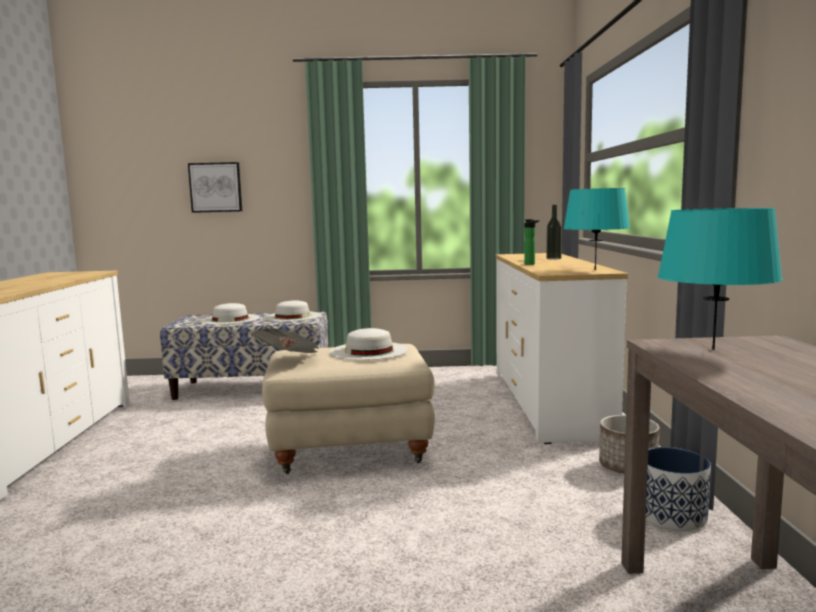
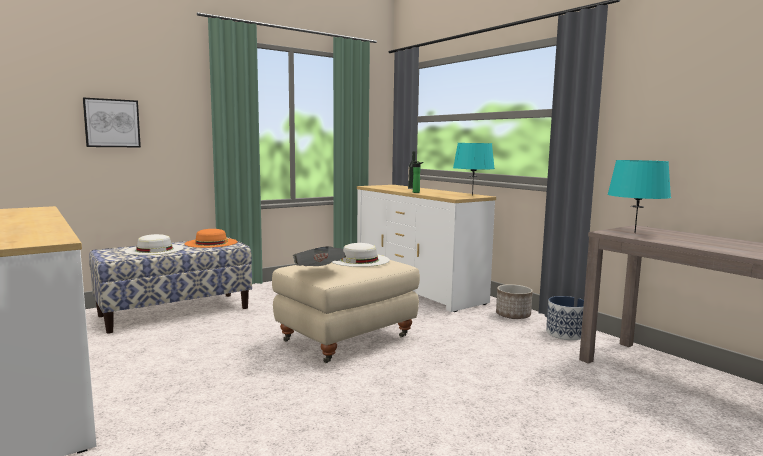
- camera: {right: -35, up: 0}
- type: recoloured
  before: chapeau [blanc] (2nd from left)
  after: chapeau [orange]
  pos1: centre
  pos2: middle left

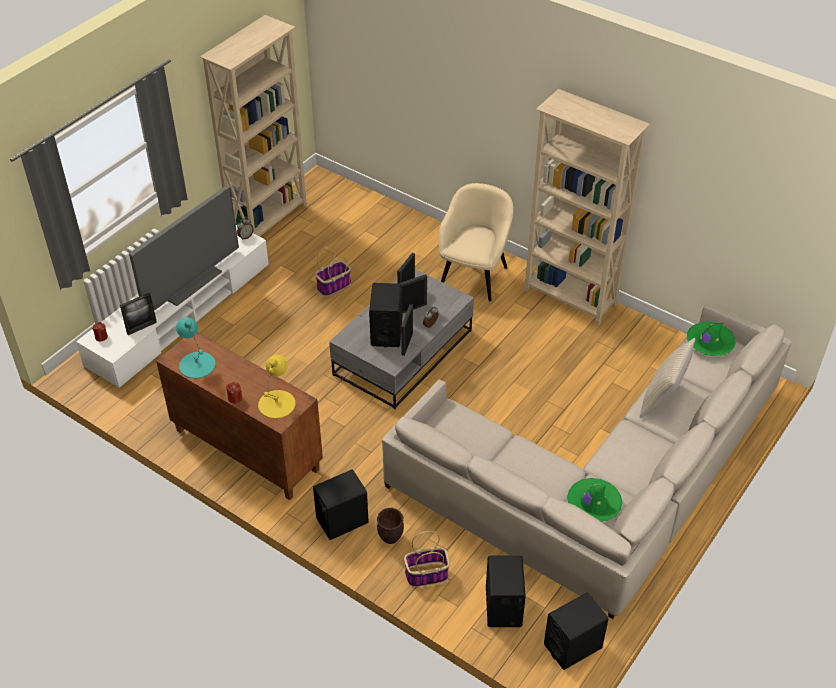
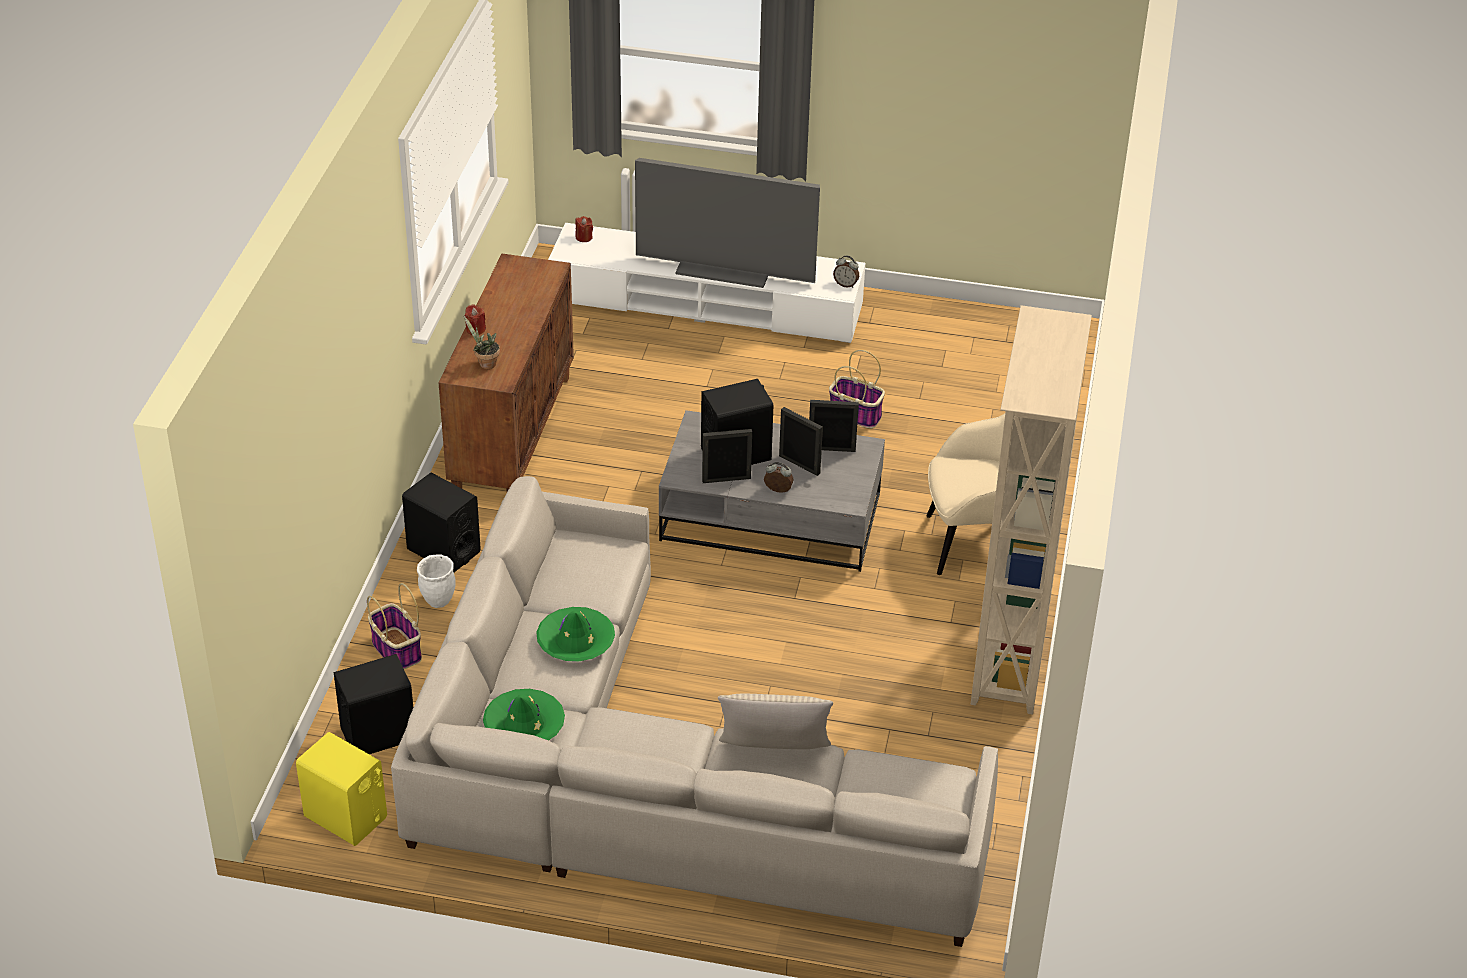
- camera: {right: 65, up: -5}
- type: recoloured
  before: enceinte [noir] (4th from left)
  after: enceinte [jaune]
  pos1: bottom right
  pos2: bottom left
- type: recoloured
  before: cache-pot [marron]
  after: cache-pot [blanc]
  pos1: bottom centre
  pos2: middle left
- type: replaced
  before: lampe de table [jaune]
  after: plante en pot
  pos1: middle left
  pos2: middle left
- type: moved
  before: chapeau [vert] (2nd from left)
  pos1: middle right
  pos2: centre
- type: removed
  before: cadre photo (1st from left)
  pos1: middle left
- type: removed
  before: lampe de table [turquoise]
  pos1: middle left
- type: removed
  before: bibliothèque [beige] (1st from left)
  pos1: top left

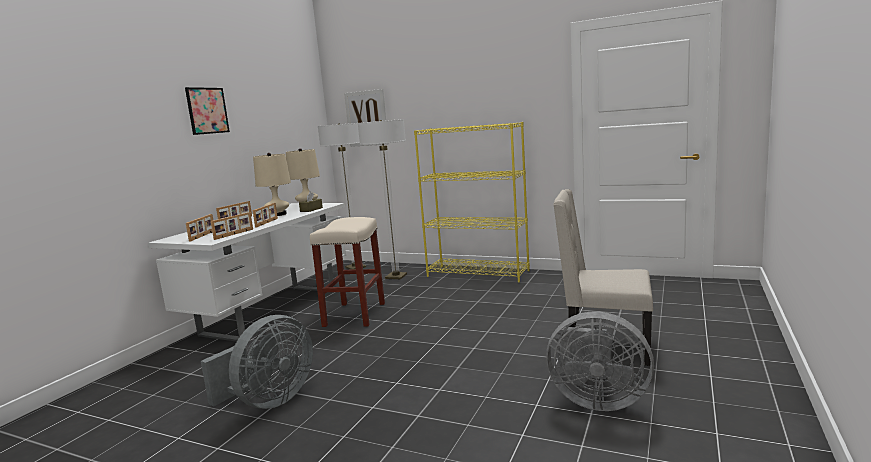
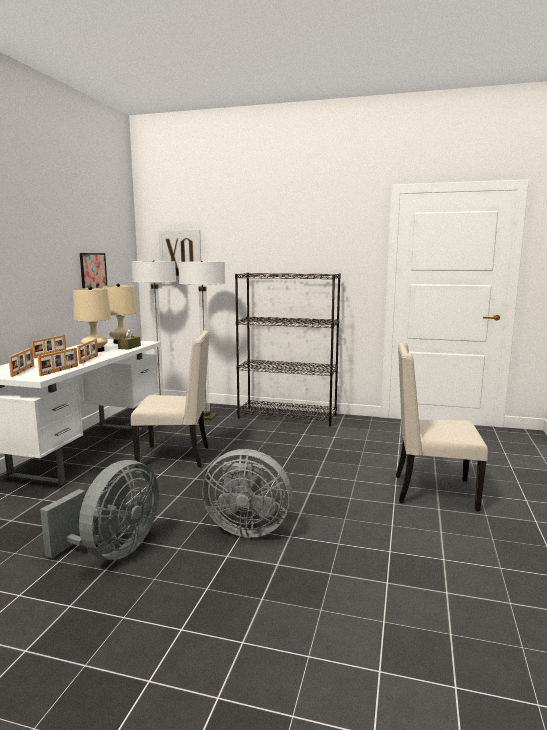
- camera: {right: -10, up: 0}
- type: moved
  before: tableau (1st from left)
  pos1: top left
  pos2: middle left
- type: replaced
  before: tabouret [beige]
  after: chaise [beige] (1st from left)
  pos1: centre
  pos2: middle left
- type: moved
  before: ventilateur [gris] (2nd from left)
  pos1: bottom right
  pos2: bottom centre
- type: recoloured
  before: bibliothèque [jaune]
  after: bibliothèque [noir]
  pos1: centre
  pos2: centre

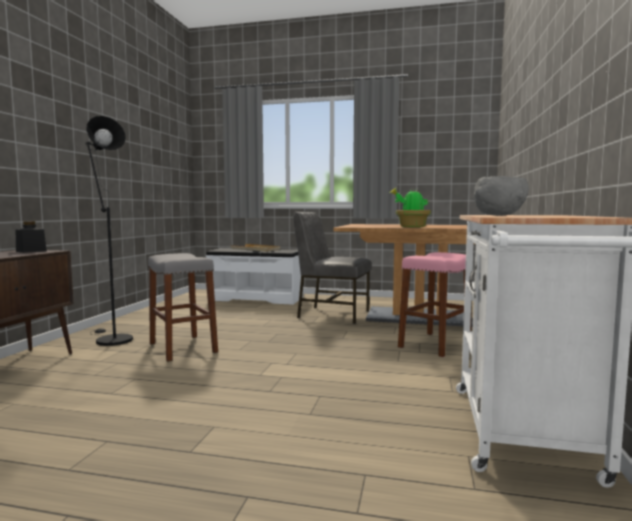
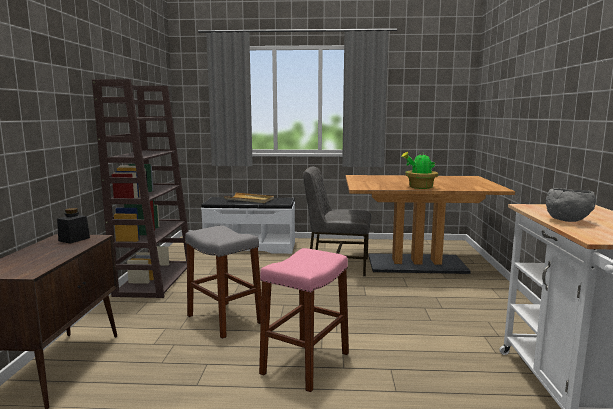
- camera: {right: -10, up: 5}
- type: added
  after: bibliothèque [marron]
  pos2: middle left
- type: moved
  before: tabouret [rose]
  pos1: middle right
  pos2: bottom centre
- type: removed
  before: lampadaire [noir]
  pos1: middle left

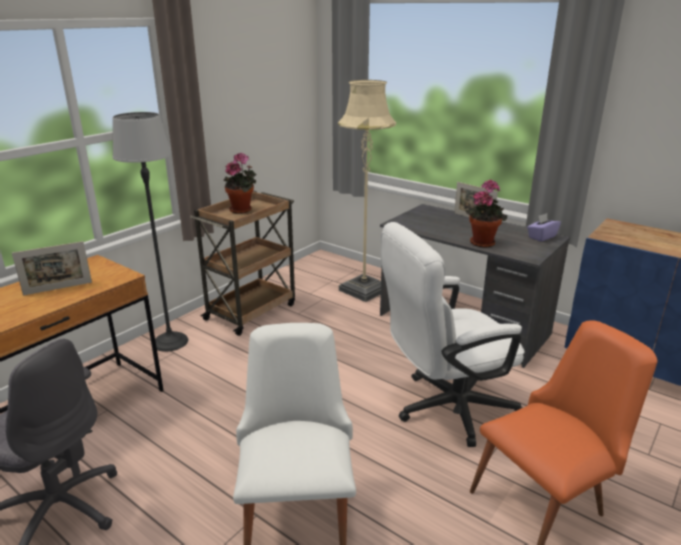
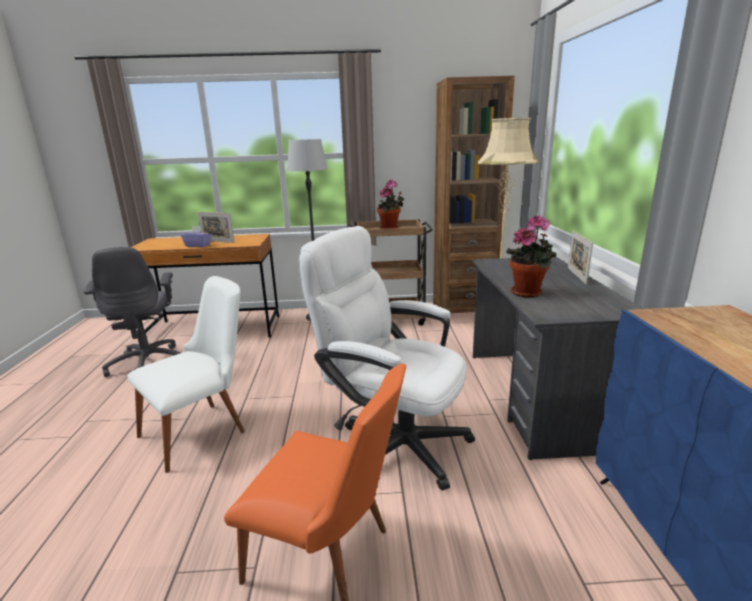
- camera: {right: 50, up: -5}
- type: moved
  before: boîte à mouchoirs [violet]
  pos1: middle right
  pos2: middle left
- type: added
  after: bibliothèque [marron]
  pos2: top centre

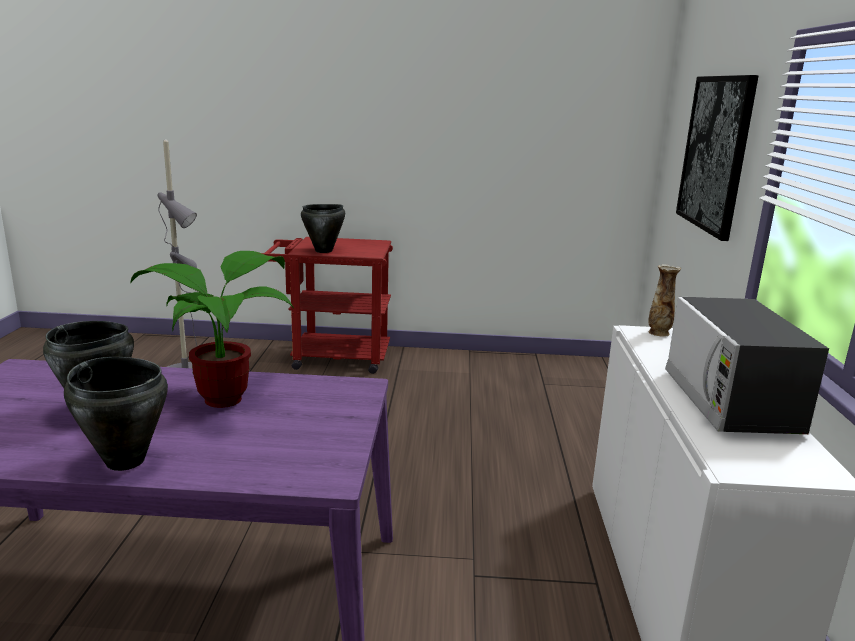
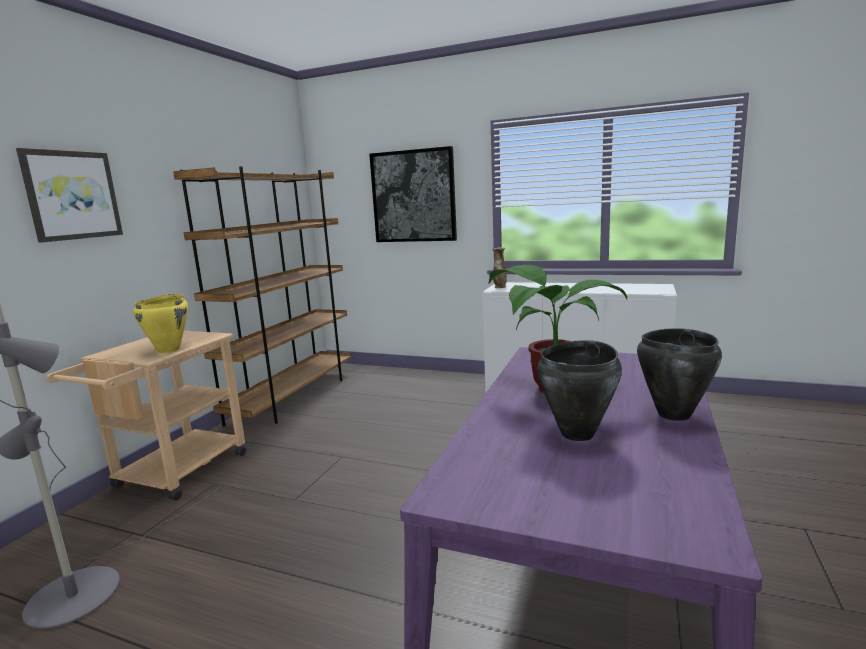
- camera: {right: -70, up: -5}
- type: added
  after: tableau (1st from left)
  pos2: top left
- type: recoloured
  before: chariot [rouge]
  after: chariot [beige]
  pos1: centre
  pos2: middle left
- type: recoloured
  before: marmite [noir] (3rd from left)
  after: marmite [jaune]
  pos1: centre
  pos2: middle left
- type: added
  after: bibliothèque [marron]
  pos2: middle left
- type: removed
  before: micro-ondes
  pos1: middle right

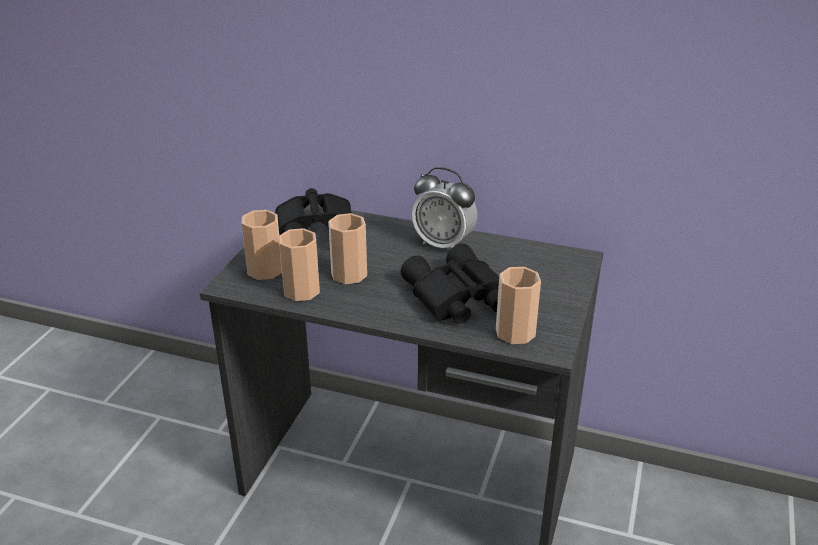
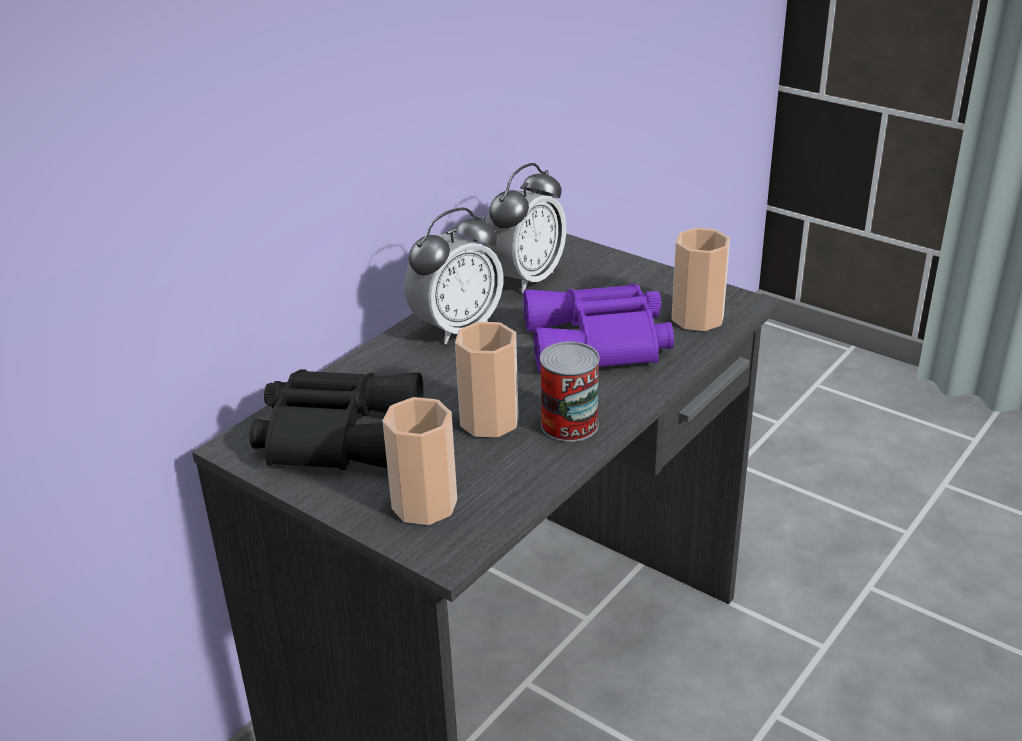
- camera: {right: -70, up: 0}
- type: added
  after: réveil (2nd from left)
  pos2: top centre
- type: recoloured
  before: jumelles [noir] (2nd from left)
  after: jumelles [violet]
  pos1: centre
  pos2: centre
- type: added
  after: boîte métallique
  pos2: centre
- type: removed
  before: tasse (2nd from left)
  pos1: centre

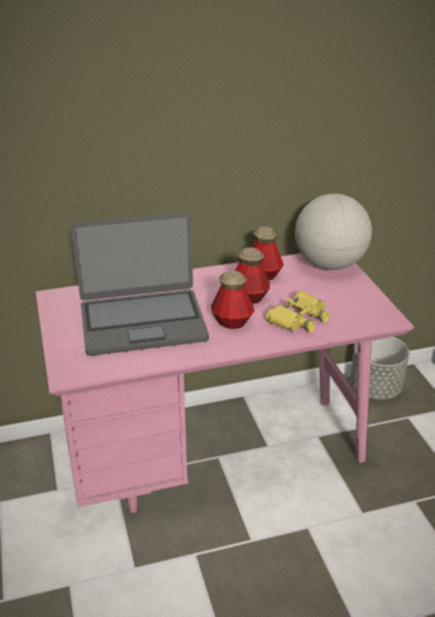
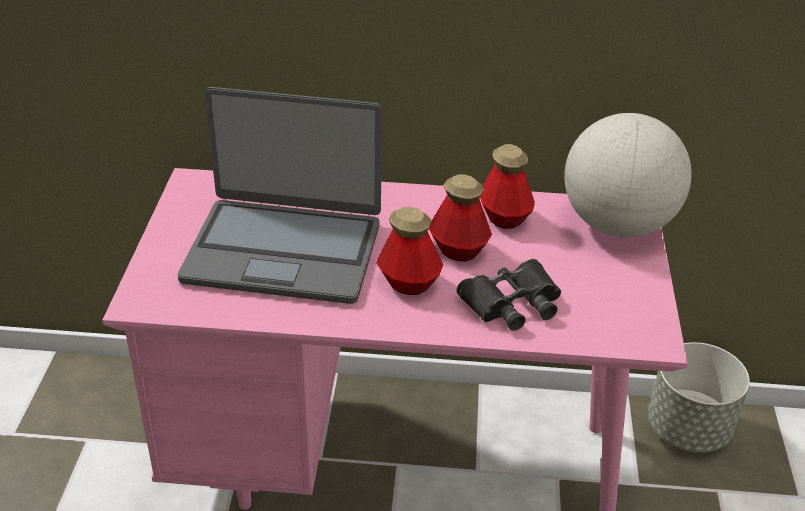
- camera: {right: 20, up: 5}
- type: recoloured
  before: jumelles [jaune]
  after: jumelles [noir]
  pos1: middle right
  pos2: centre

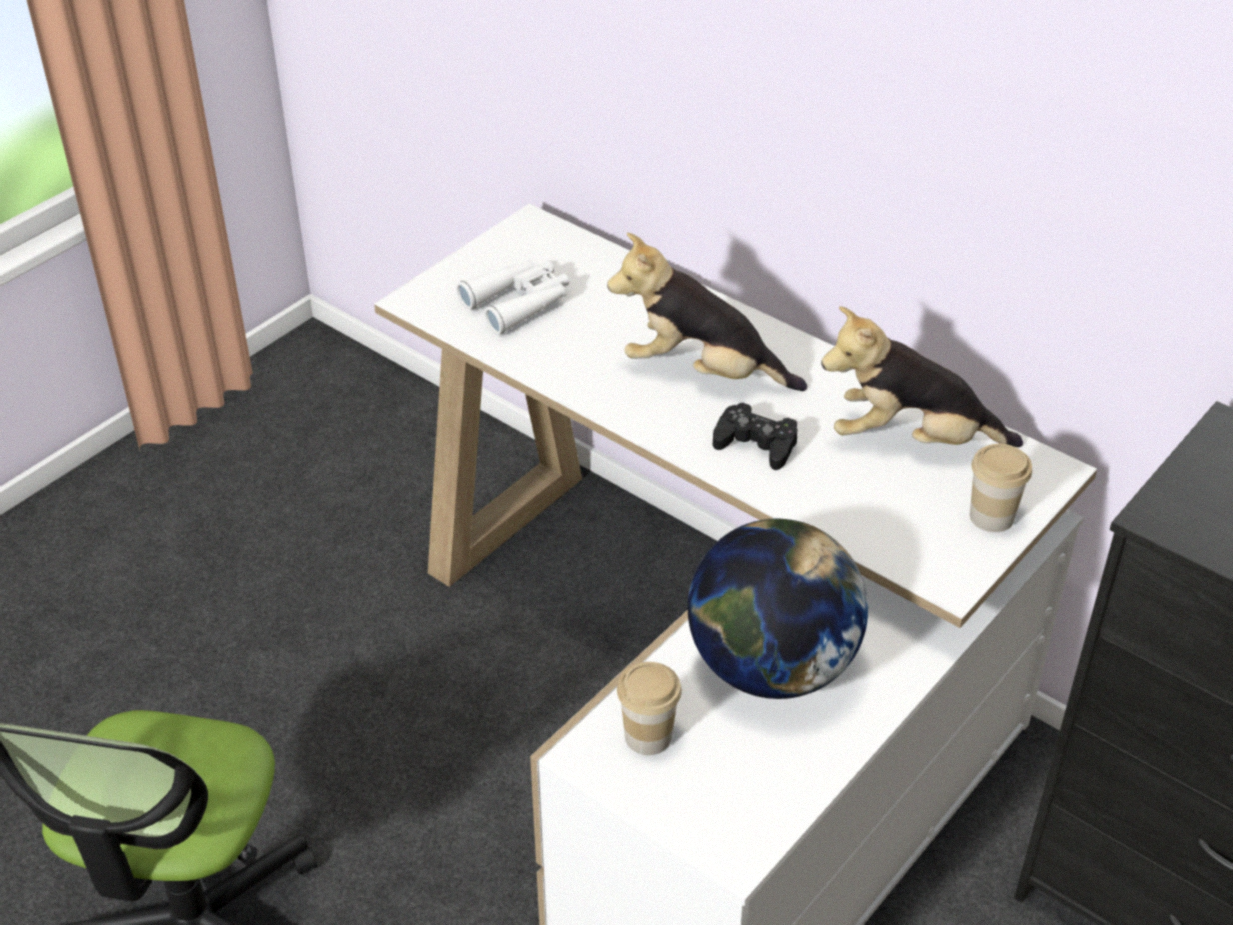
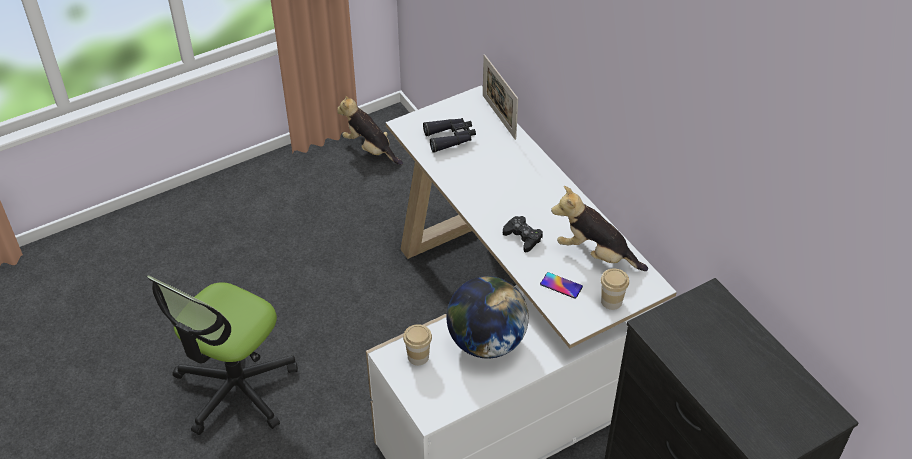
- camera: {right: 20, up: 5}
- type: moved
  before: peluche (1st from left)
  pos1: centre
  pos2: top centre
- type: recoloured
  before: jumelles [blanc]
  after: jumelles [noir]
  pos1: top centre
  pos2: top centre
- type: added
  after: cadre photo
  pos2: top centre
- type: added
  after: téléphone
  pos2: centre

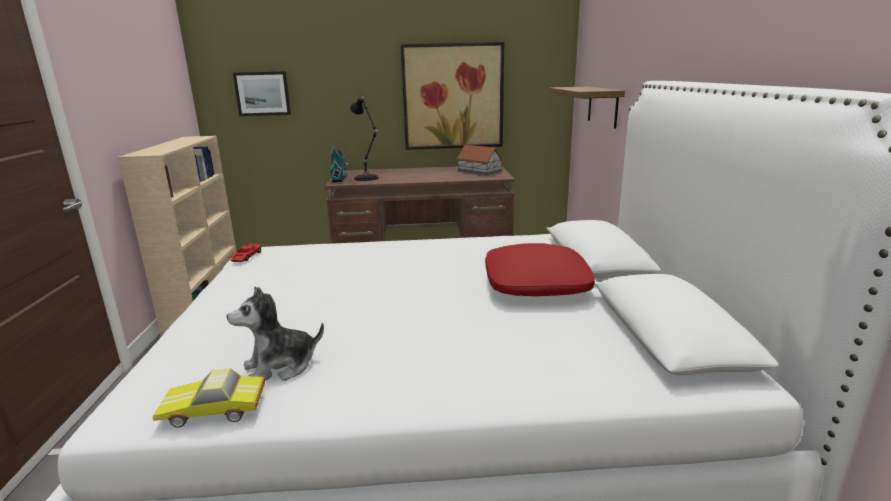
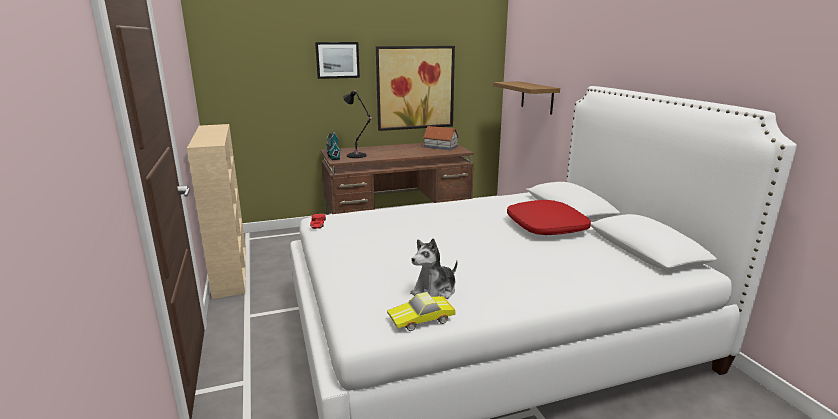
- camera: {right: -15, up: 0}
- type: moved
  before: tableau (1st from left)
  pos1: top left
  pos2: top centre

